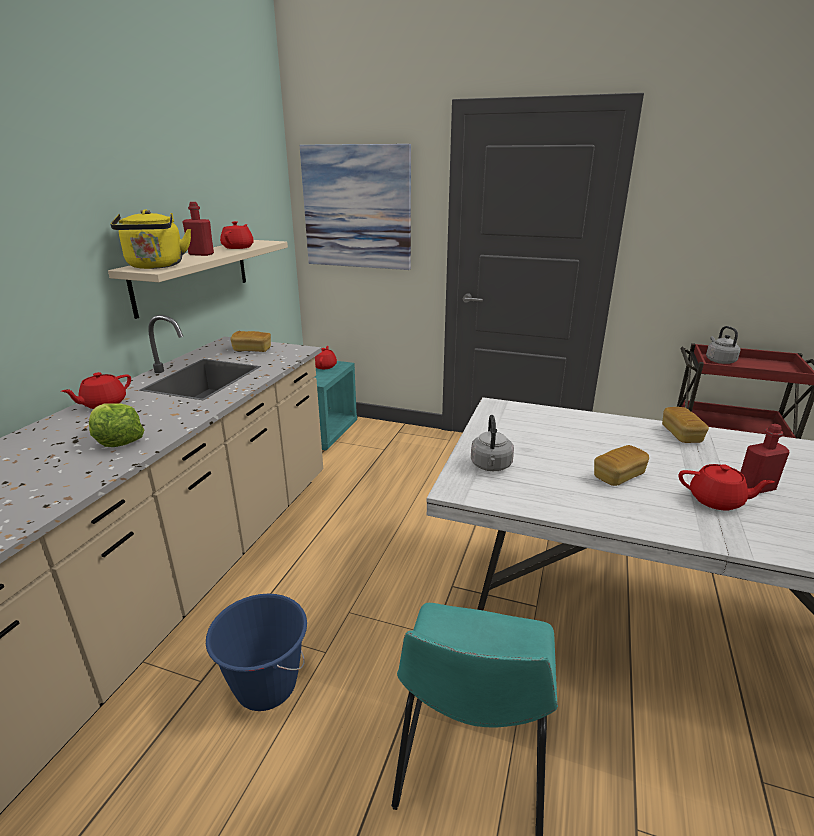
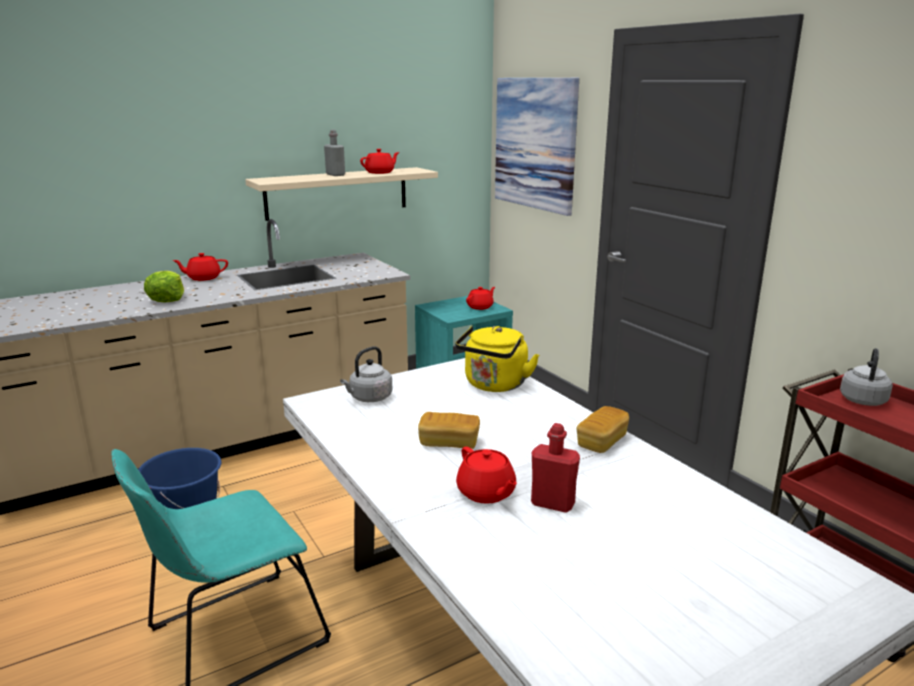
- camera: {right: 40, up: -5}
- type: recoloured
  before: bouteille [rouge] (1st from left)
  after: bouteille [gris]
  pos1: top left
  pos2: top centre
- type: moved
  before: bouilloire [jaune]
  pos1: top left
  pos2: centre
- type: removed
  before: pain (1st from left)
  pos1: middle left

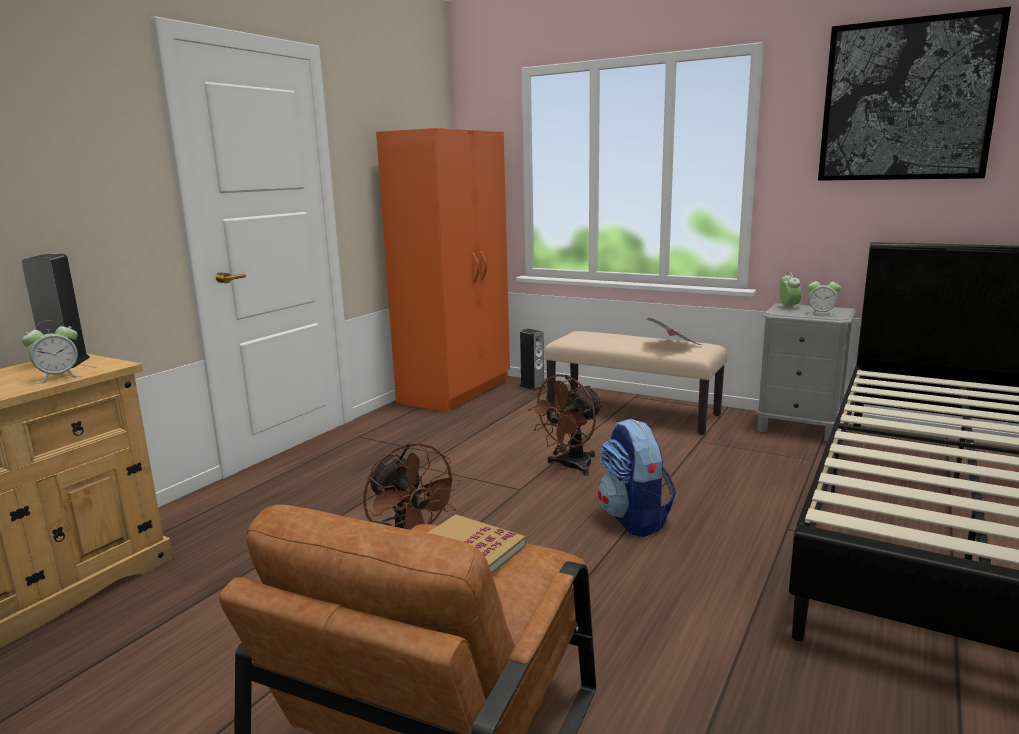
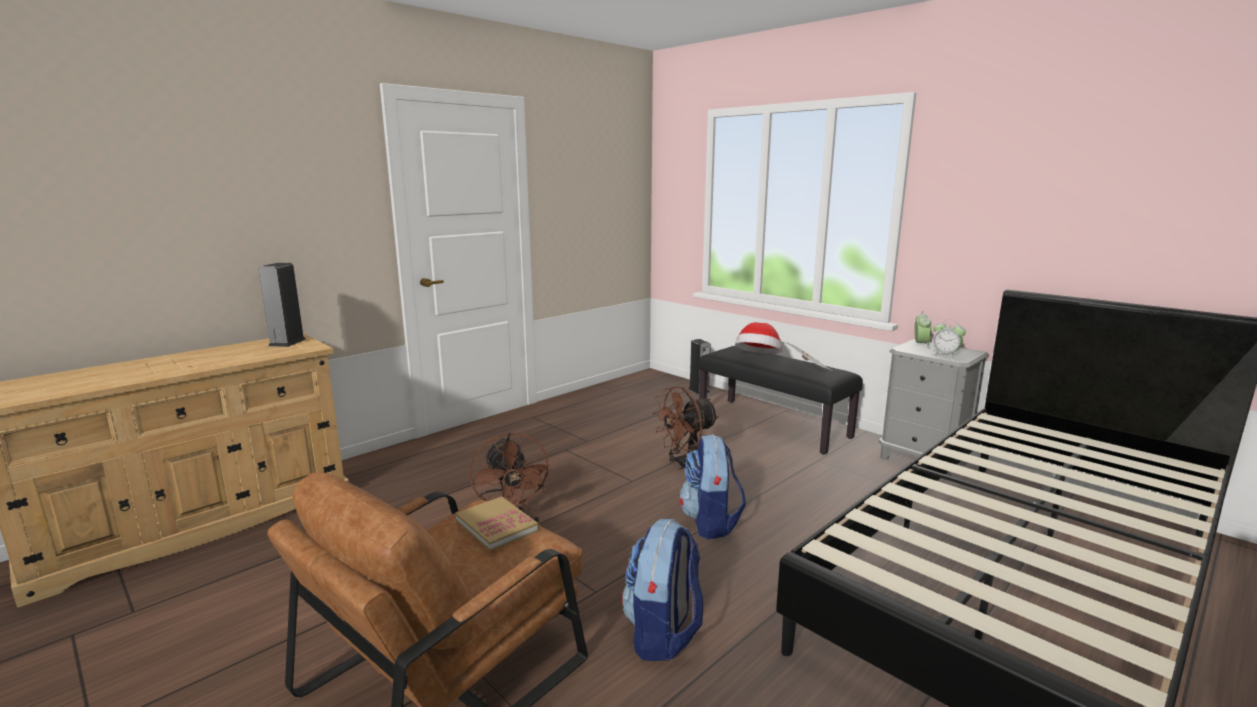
- camera: {right: 15, up: 0}
- type: added
  after: sac à dos (1st from left)
  pos2: bottom centre
- type: recoloured
  before: banc [beige]
  after: banc [noir]
  pos1: centre
  pos2: centre
- type: added
  after: chapeau
  pos2: centre
- type: removed
  before: réveil (1st from left)
  pos1: middle left
- type: removed
  before: armoire [orange]
  pos1: centre
- type: removed
  before: tableau
  pos1: top right

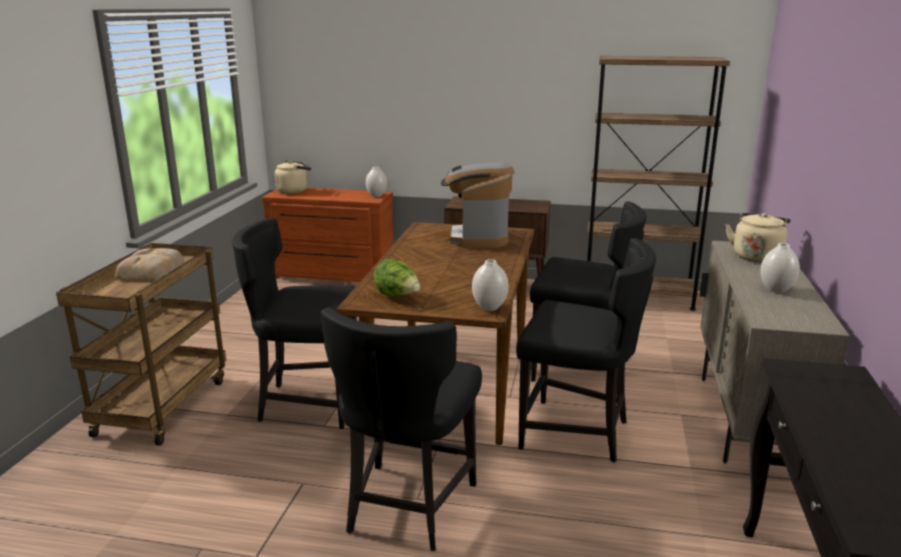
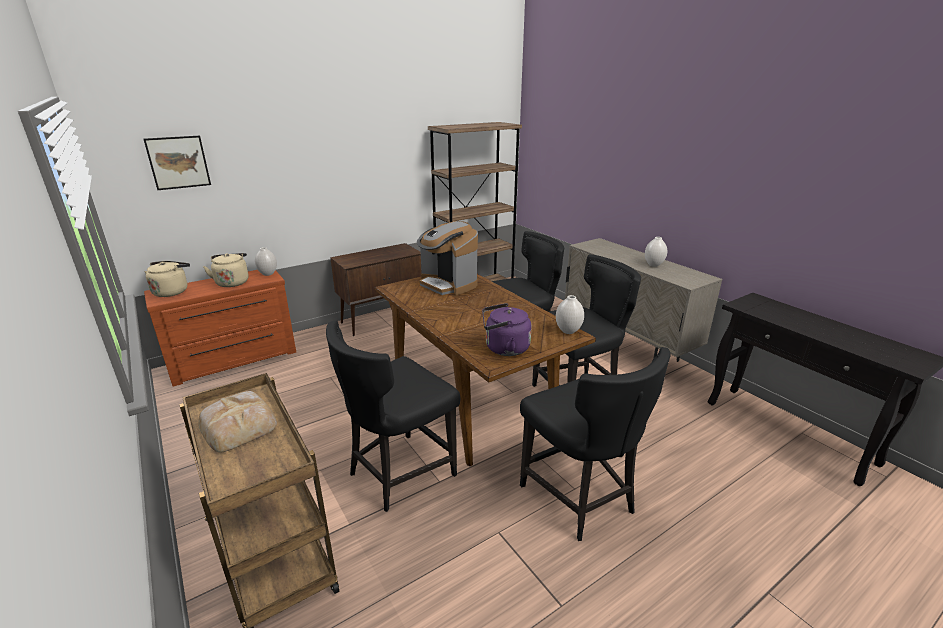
- camera: {right: -45, up: 5}
- type: added
  after: tableau
  pos2: top left
- type: moved
  before: bouilloire [beige] (2nd from left)
  pos1: middle right
  pos2: middle left
- type: replaced
  before: laitue
  after: bouilloire [violet]
  pos1: centre
  pos2: centre

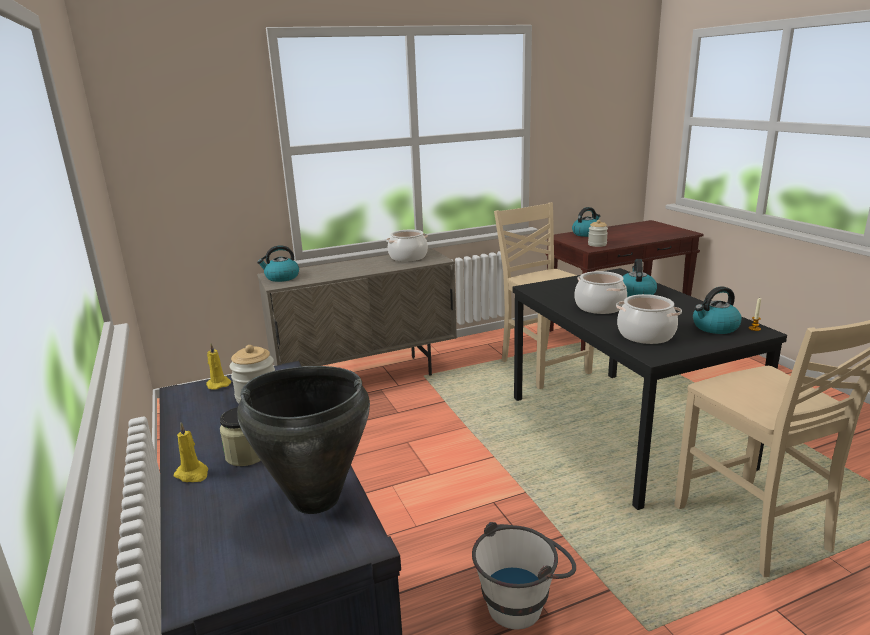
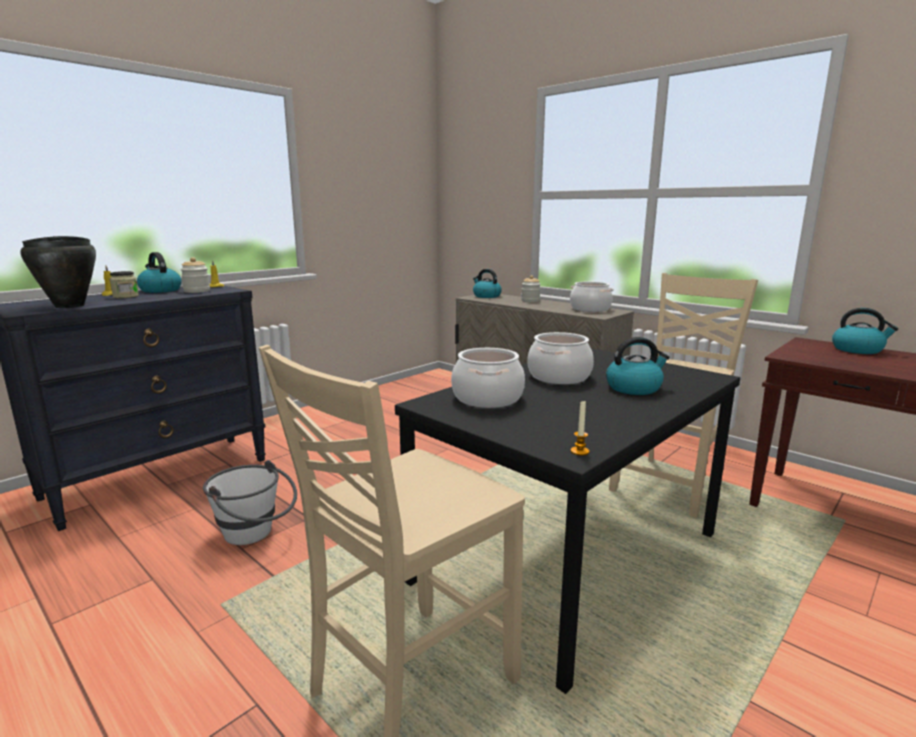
- camera: {right: 65, up: -5}
- type: moved
  before: bouilloire (4th from left in the first image)
  after: bouilloire (1st from left)
  pos1: middle right
  pos2: middle left
- type: moved
  before: bocal (3rd from left)
  pos1: middle right
  pos2: centre

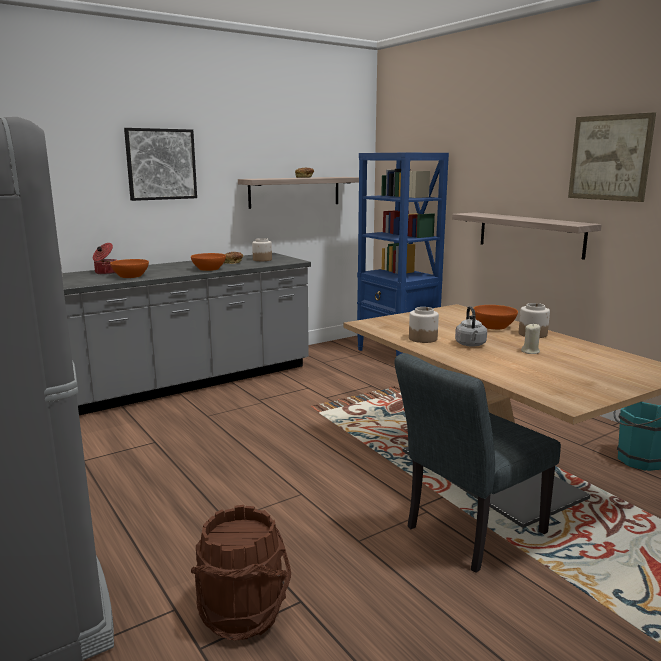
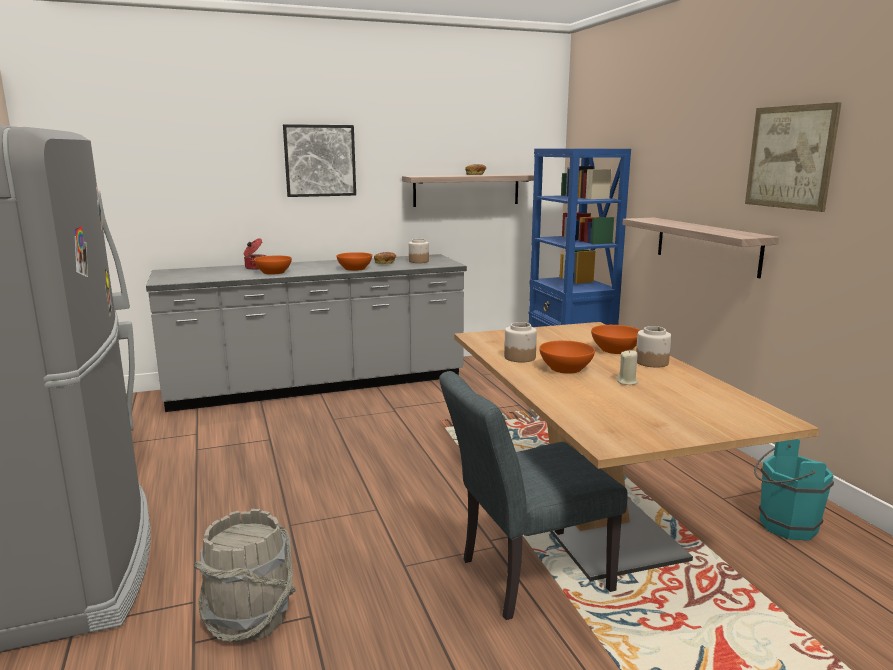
- camera: {right: 15, up: 0}
- type: recoloured
  before: seau [marron]
  after: seau [gris]
  pos1: bottom centre
  pos2: bottom left
- type: replaced
  before: bouilloire [gris]
  after: bol [orange] (3rd from left)
  pos1: middle right
  pos2: centre

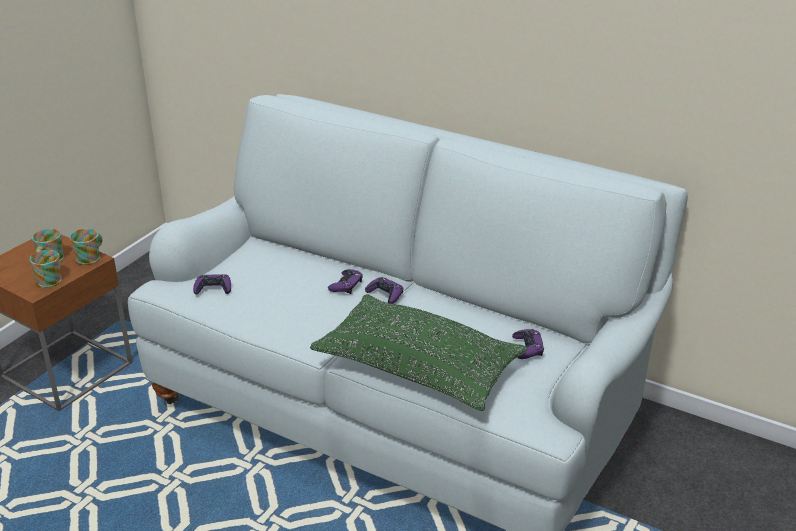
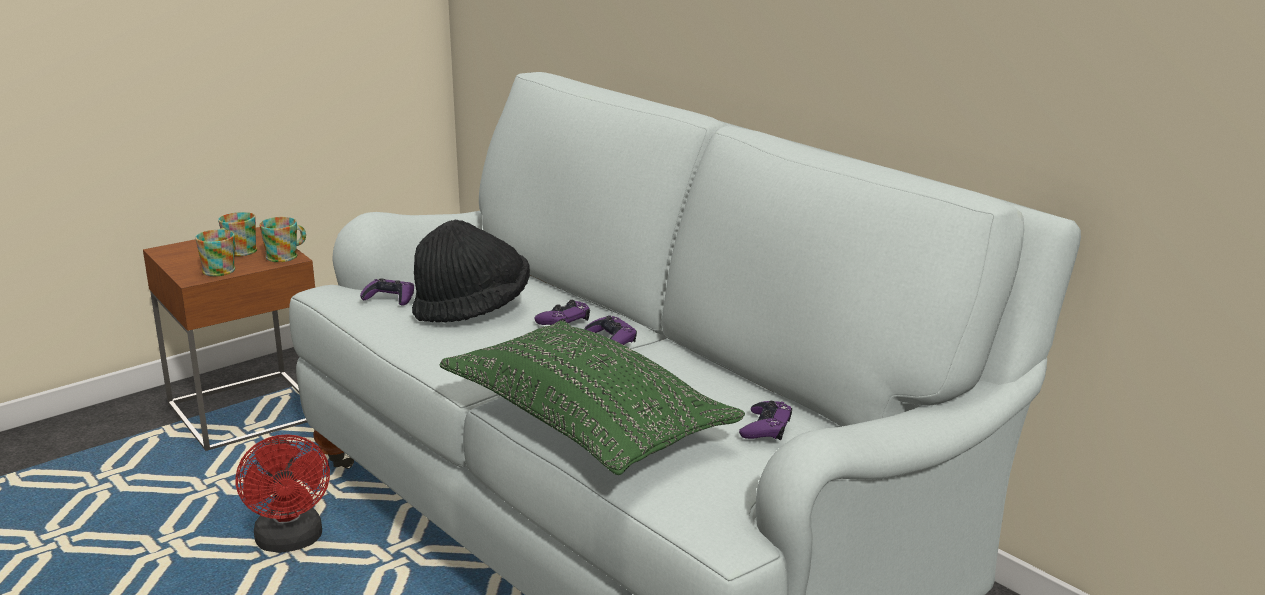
- camera: {right: 20, up: -10}
- type: added
  after: ventilateur [rouge]
  pos2: bottom left
- type: added
  after: chapeau [noir]
  pos2: centre

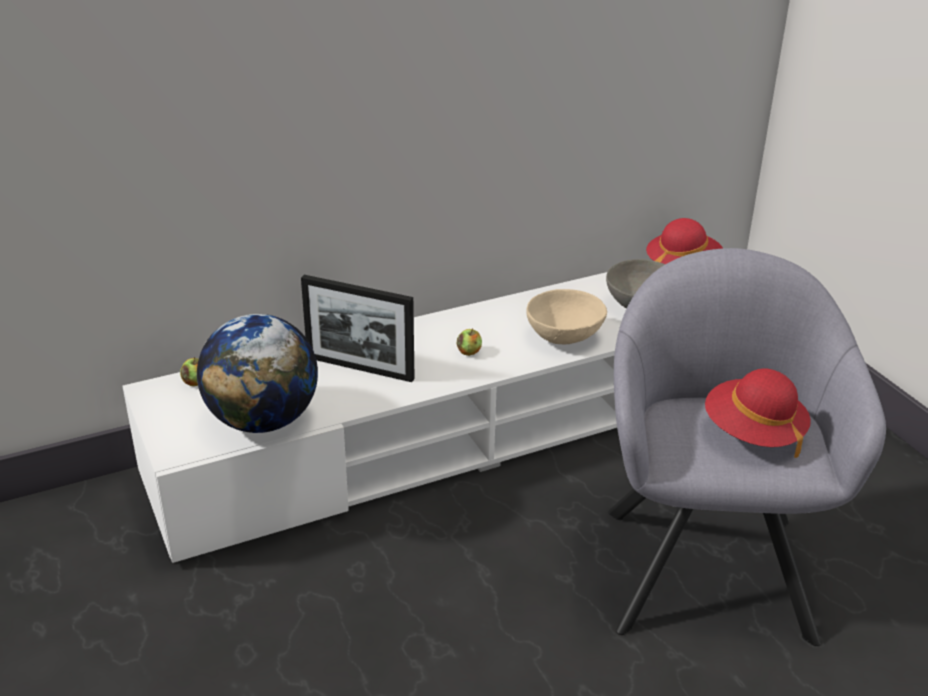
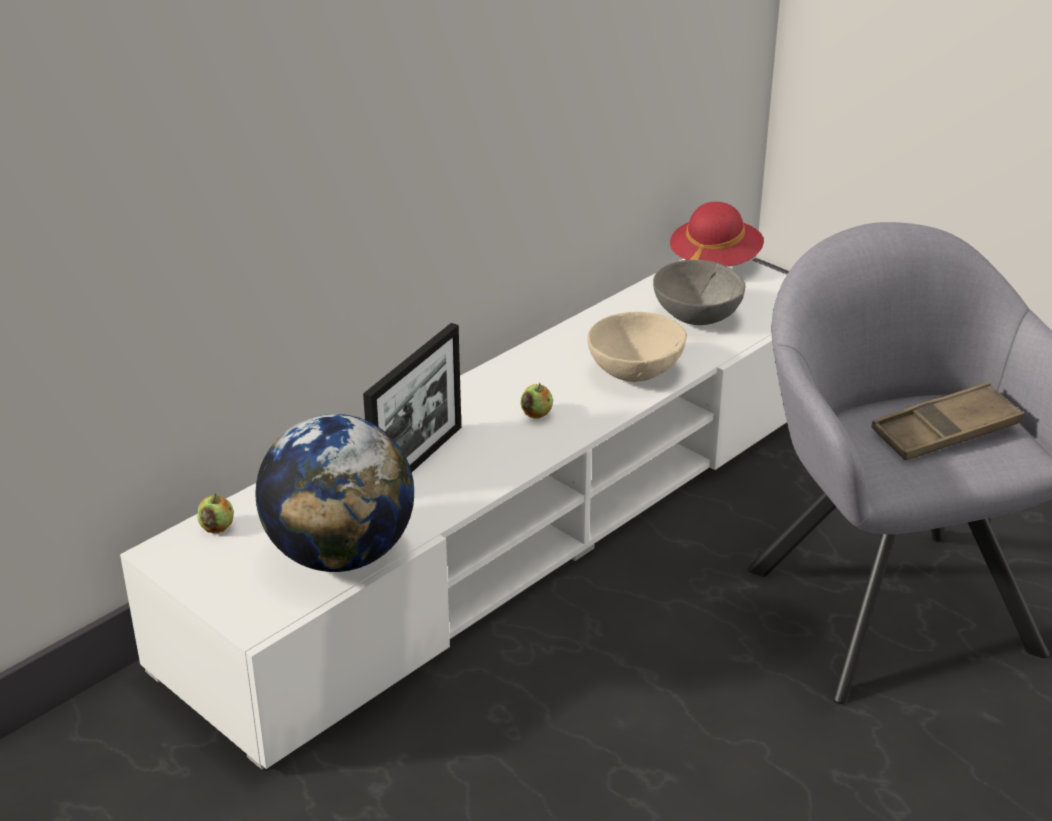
- camera: {right: -20, up: 0}
- type: turned
  before: cadre photo
  pos1: centre
  pos2: centre
  turn: -60
- type: replaced
  before: chapeau [rouge] (2nd from left)
  after: plateau [marron]
  pos1: middle right
  pos2: middle right

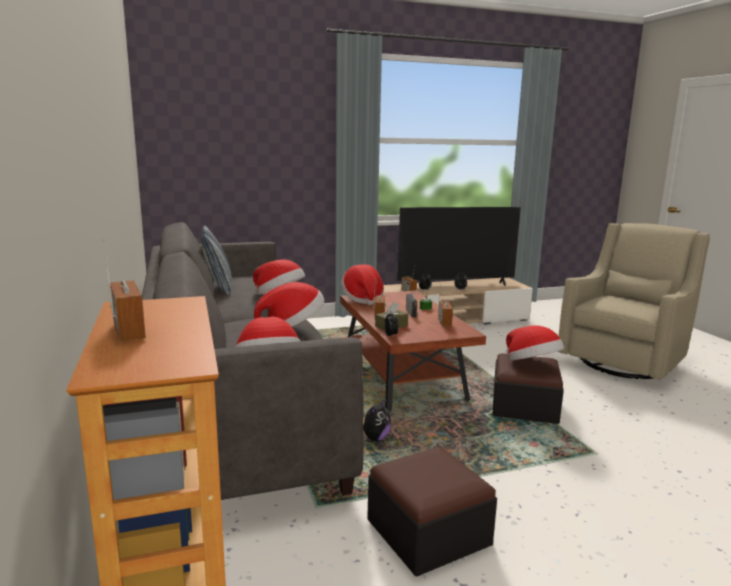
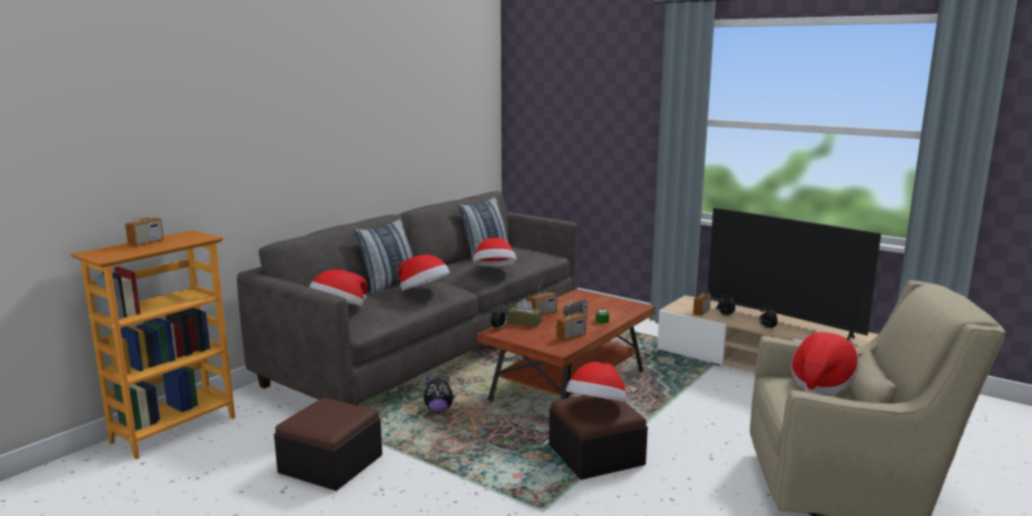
- camera: {right: 55, up: 0}
- type: added
  after: coussin (1st from left)
  pos2: centre
- type: moved
  before: chapeau (4th from left in the first image)
  after: chapeau (5th from left)
  pos1: centre
  pos2: bottom right

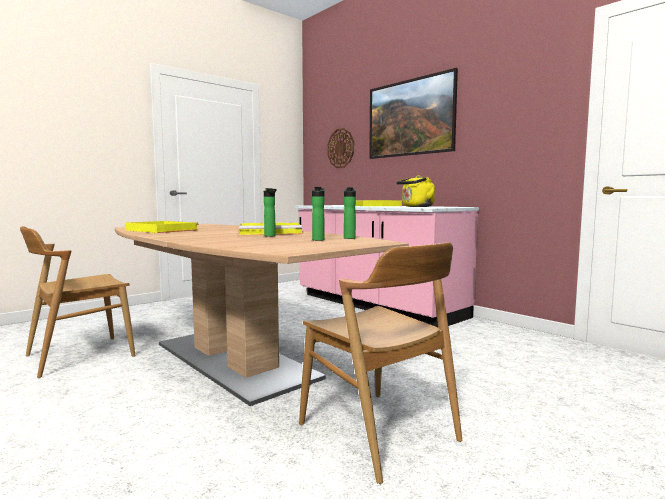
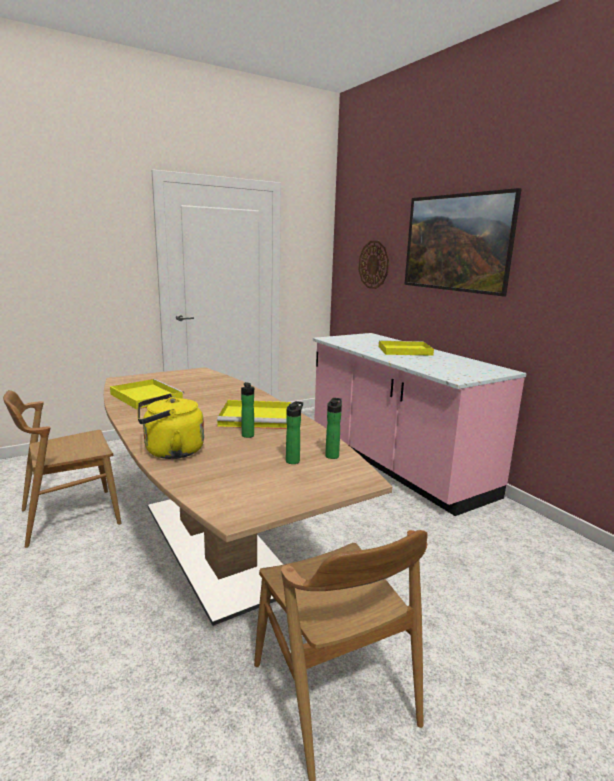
- camera: {right: 10, up: 10}
- type: moved
  before: bouilloire [jaune]
  pos1: centre
  pos2: middle left

